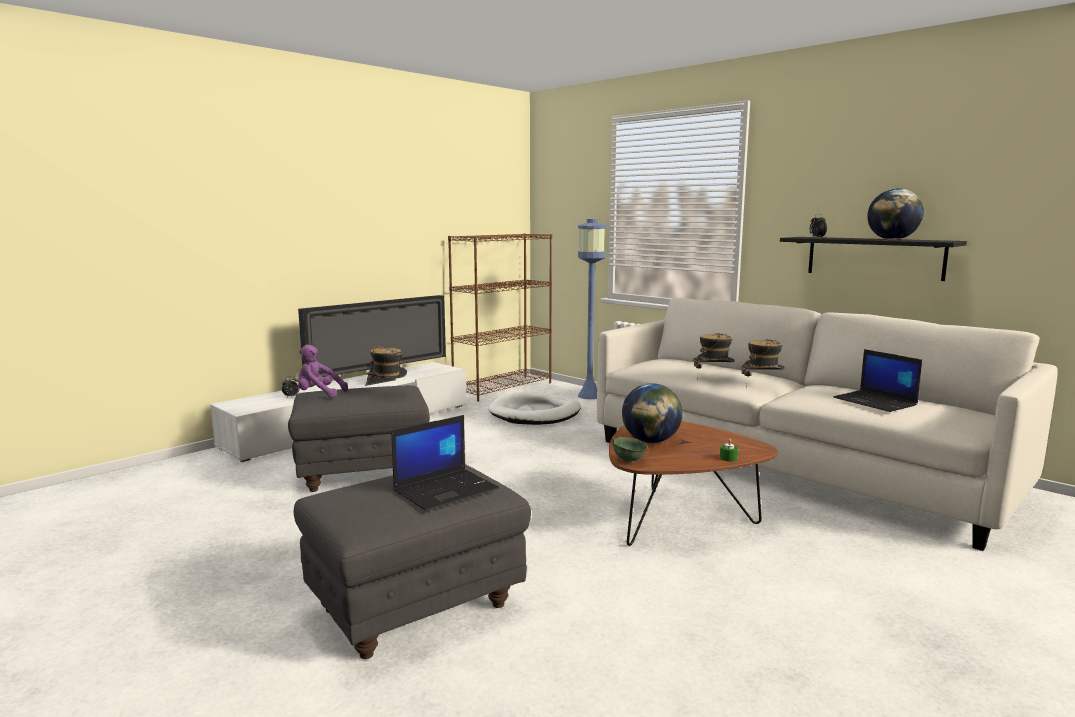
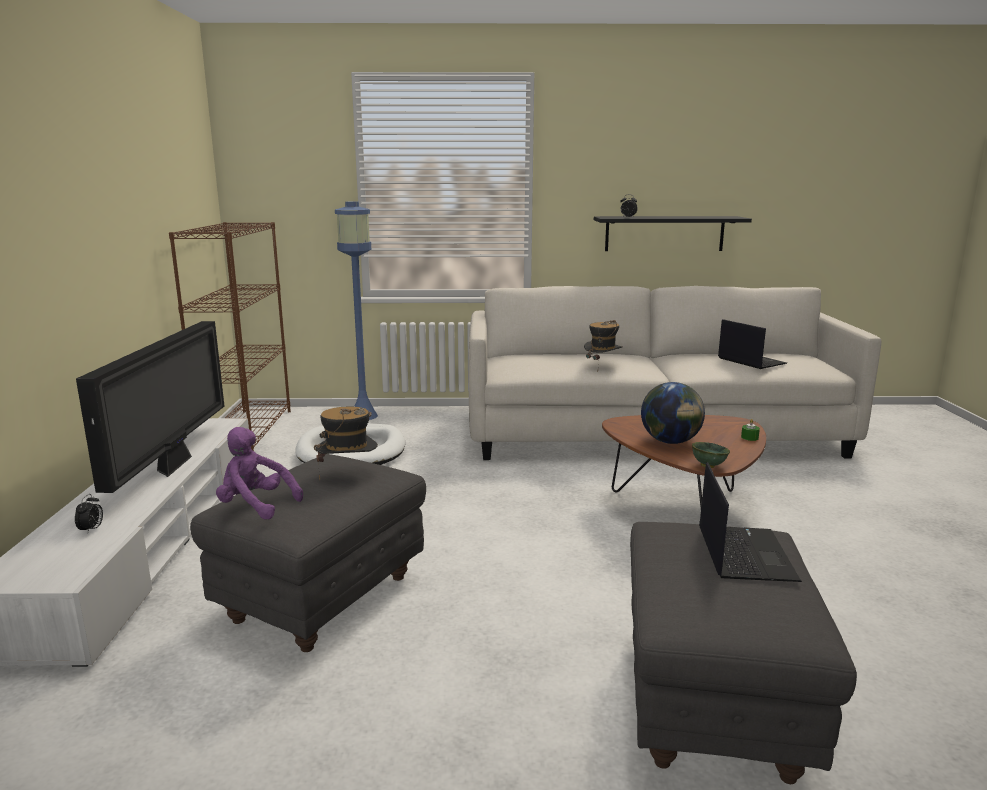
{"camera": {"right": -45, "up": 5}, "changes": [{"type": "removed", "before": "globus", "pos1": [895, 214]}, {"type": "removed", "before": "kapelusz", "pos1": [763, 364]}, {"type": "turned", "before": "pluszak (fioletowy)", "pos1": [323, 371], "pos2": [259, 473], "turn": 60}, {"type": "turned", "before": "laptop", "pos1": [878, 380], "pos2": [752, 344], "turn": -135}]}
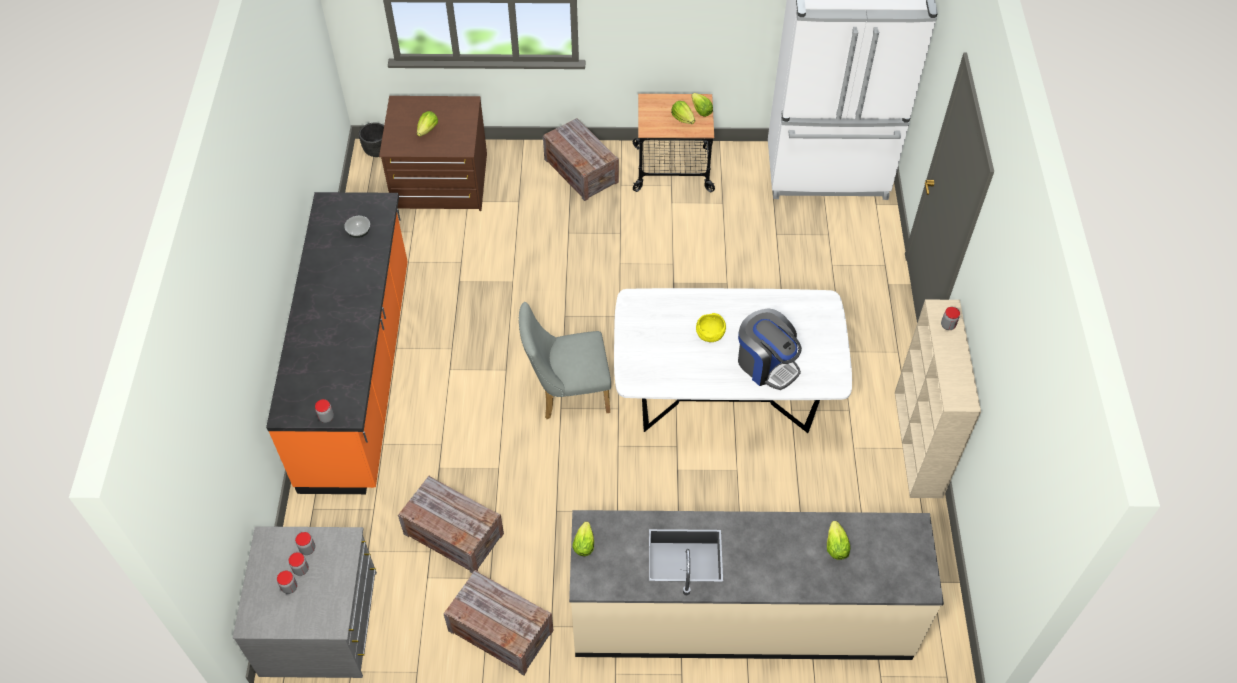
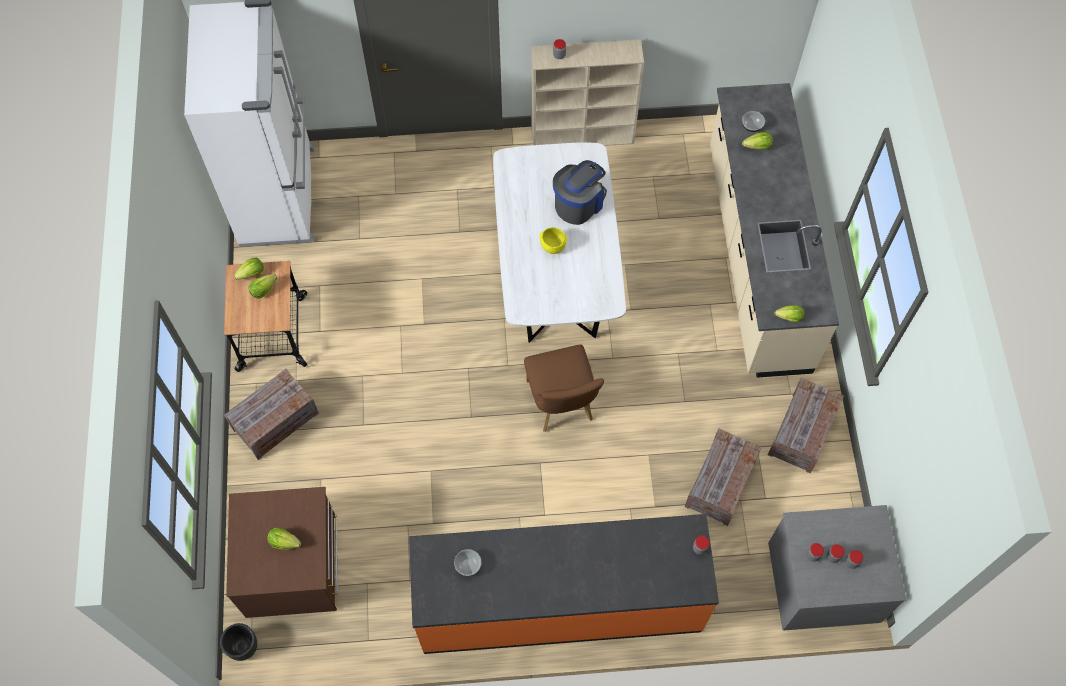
{"camera": {"right": -95, "up": 10}, "changes": [{"type": "recoloured", "before": "krzesło (szary)", "after": "krzesło (brązowy)", "pos1": [565, 361], "pos2": [564, 388]}, {"type": "added", "after": "miska", "pos2": [753, 121]}]}
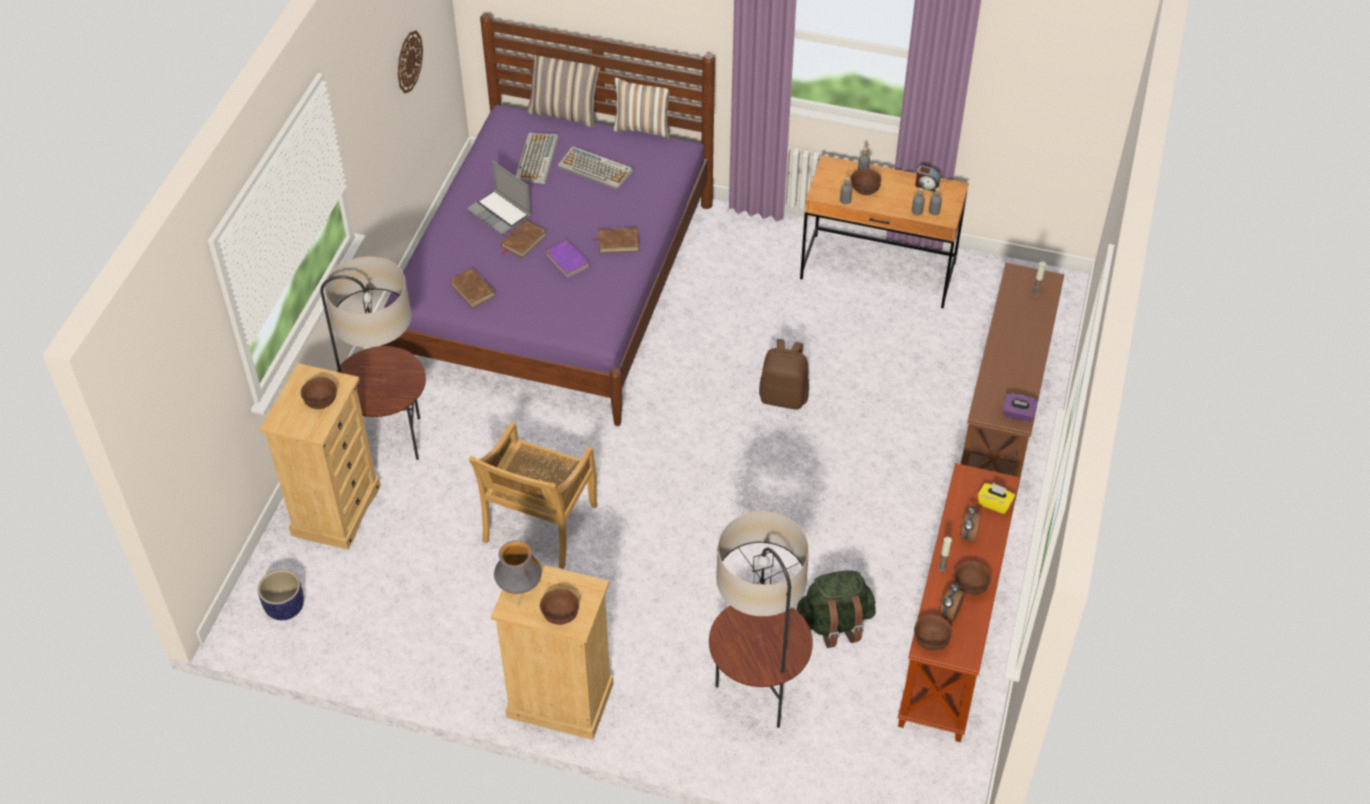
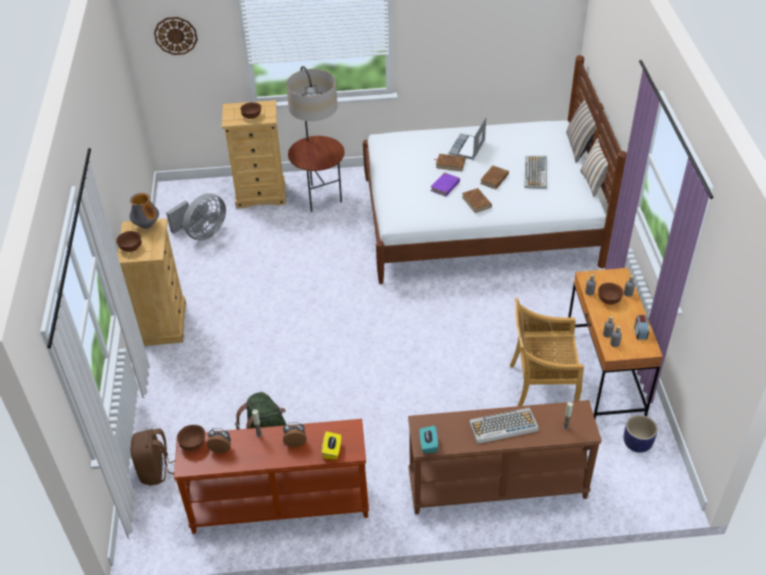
{"camera": {"right": 70, "up": -5}, "changes": [{"type": "recoloured", "before": "łóżko (fioletowy)", "after": "łóżko (biały)", "pos1": [548, 219], "pos2": [495, 169]}, {"type": "moved", "before": "zegar ścienny", "pos1": [410, 62], "pos2": [176, 36]}, {"type": "moved", "before": "klawiatura", "pos1": [536, 158], "pos2": [504, 426]}, {"type": "moved", "before": "książka (brązowy)", "pos1": [472, 288], "pos2": [494, 177]}, {"type": "moved", "before": "plecak (brązowy)", "pos1": [784, 374], "pos2": [152, 457]}, {"type": "recoloured", "before": "pudełko chusteczek (fioletowy)", "after": "pudełko chusteczek (turkusowy)", "pos1": [1020, 407], "pos2": [428, 439]}, {"type": "moved", "before": "krzesło (beżowy)", "pos1": [533, 495], "pos2": [547, 351]}, {"type": "removed", "before": "lampa stojąca", "pos1": [761, 619]}, {"type": "removed", "before": "miska (brązowy)", "pos1": [972, 578]}, {"type": "moved", "before": "donica", "pos1": [281, 595], "pos2": [640, 434]}, {"type": "added", "after": "wentylator (szary)", "pos2": [196, 217]}]}
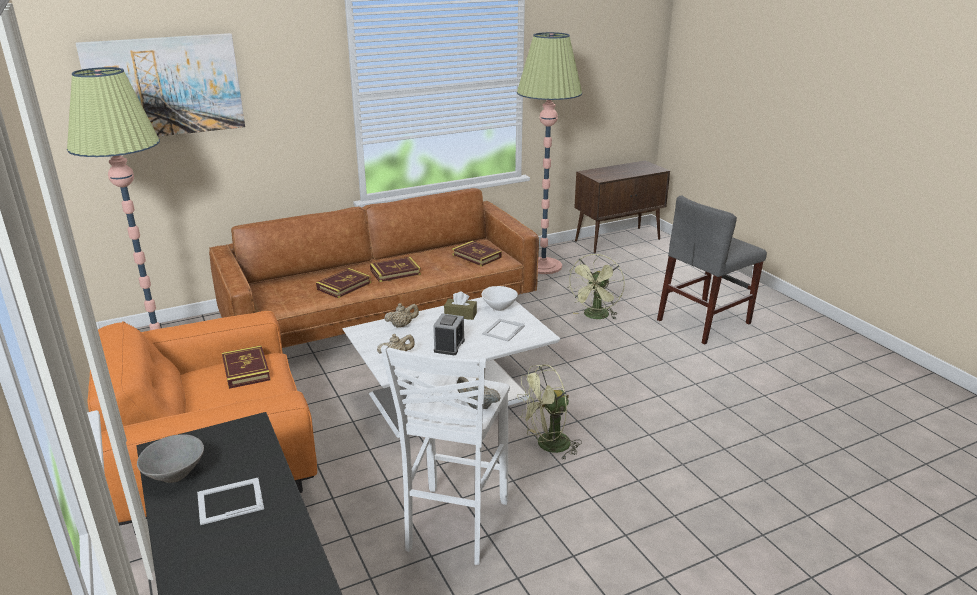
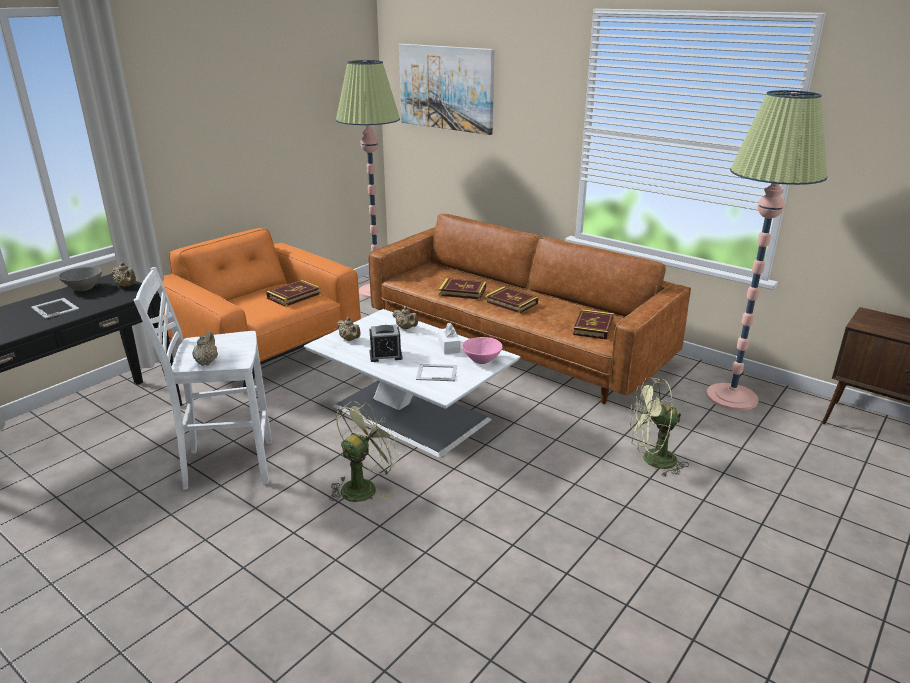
{"camera": {"right": 65, "up": 0}, "changes": [{"type": "removed", "before": "krzesło (szary)", "pos1": [712, 270]}, {"type": "recoloured", "before": "miska (biały)", "after": "miska (różowy)", "pos1": [500, 298], "pos2": [482, 350]}, {"type": "recoloured", "before": "pudełko chusteczek (brązowy)", "after": "pudełko chusteczek (biały)", "pos1": [460, 305], "pos2": [449, 338]}, {"type": "turned", "before": "wentylator (zielony)", "pos1": [549, 413], "pos2": [366, 451], "turn": 90}, {"type": "added", "after": "imbryk (beżowy)", "pos2": [124, 274]}]}
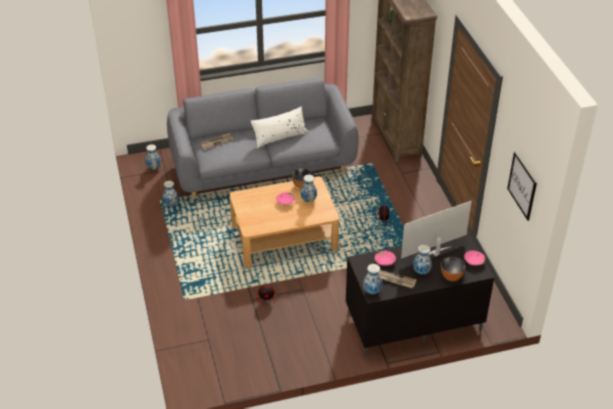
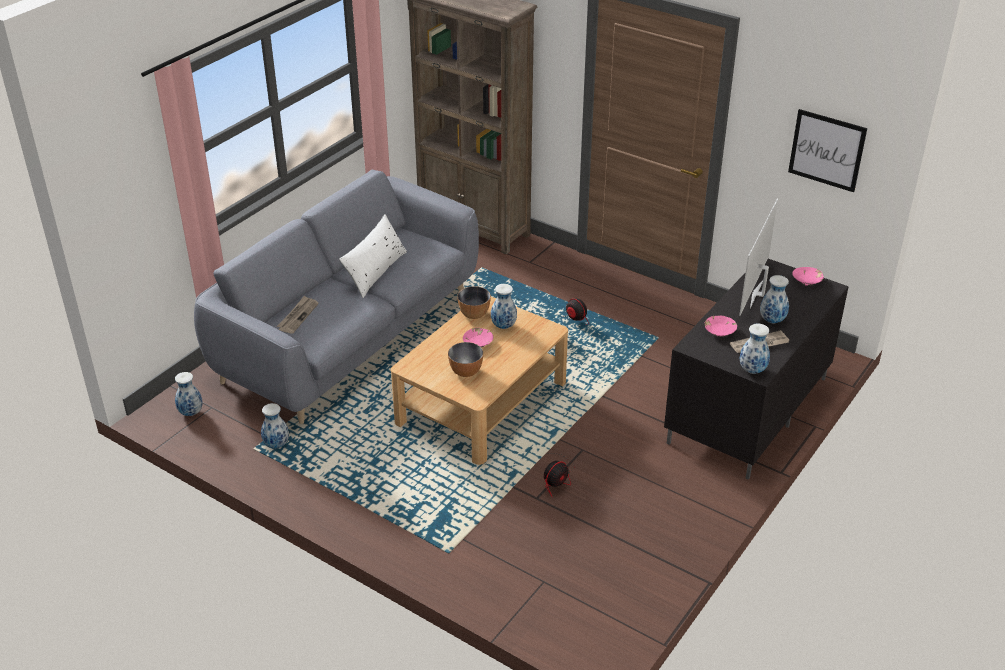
{"camera": {"right": -40, "up": -5}, "changes": [{"type": "moved", "before": "miska", "pos1": [453, 269], "pos2": [465, 359]}]}
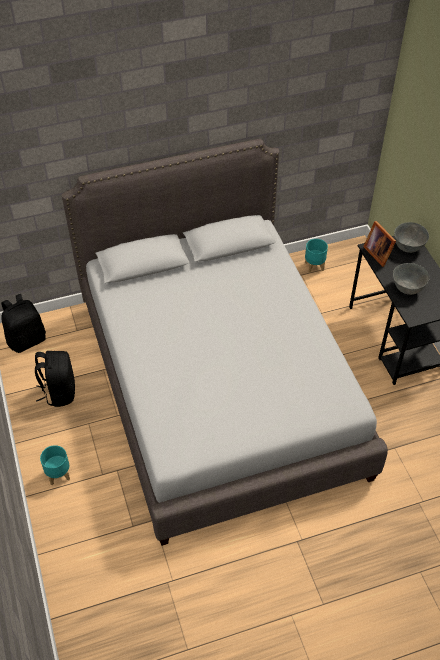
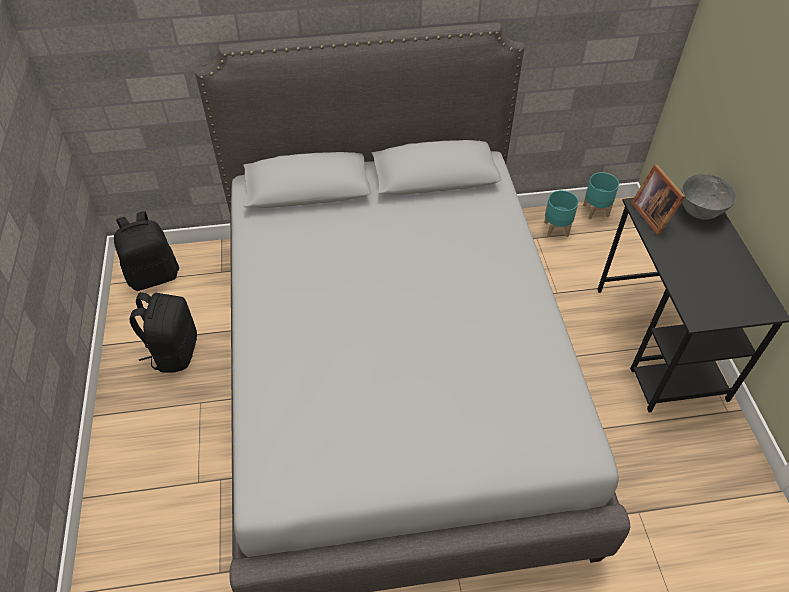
{"camera": {"right": 10, "up": 0}, "changes": [{"type": "removed", "before": "miska (szary)", "pos1": [411, 279]}, {"type": "moved", "before": "donica (turkusowy)", "pos1": [55, 465], "pos2": [601, 195]}]}
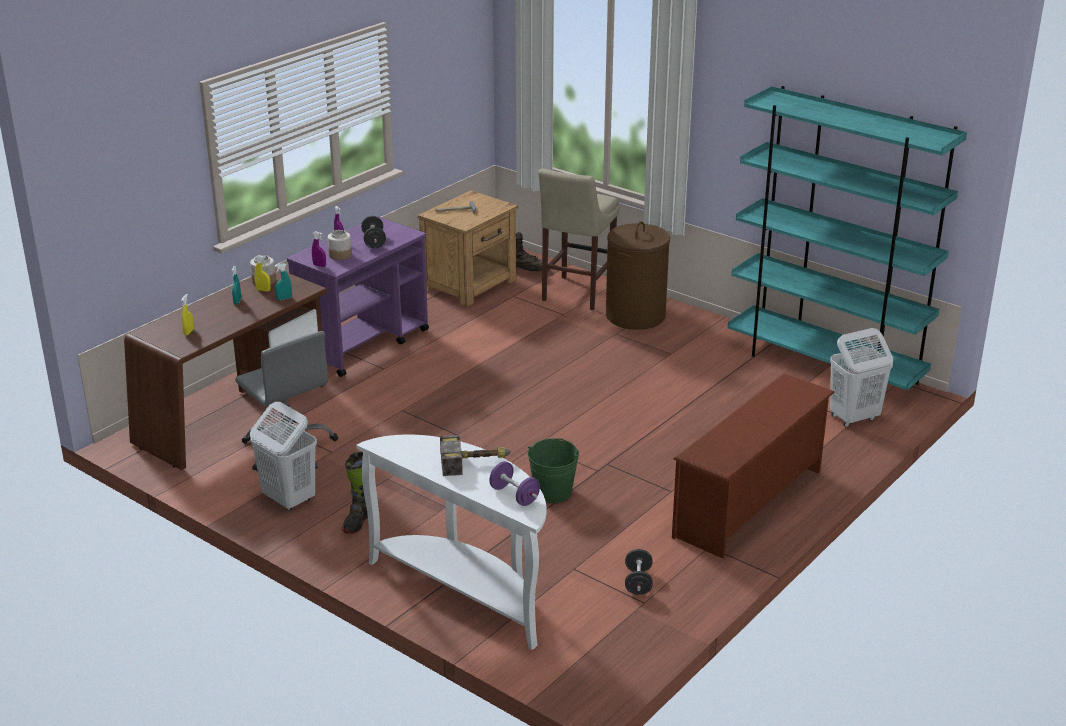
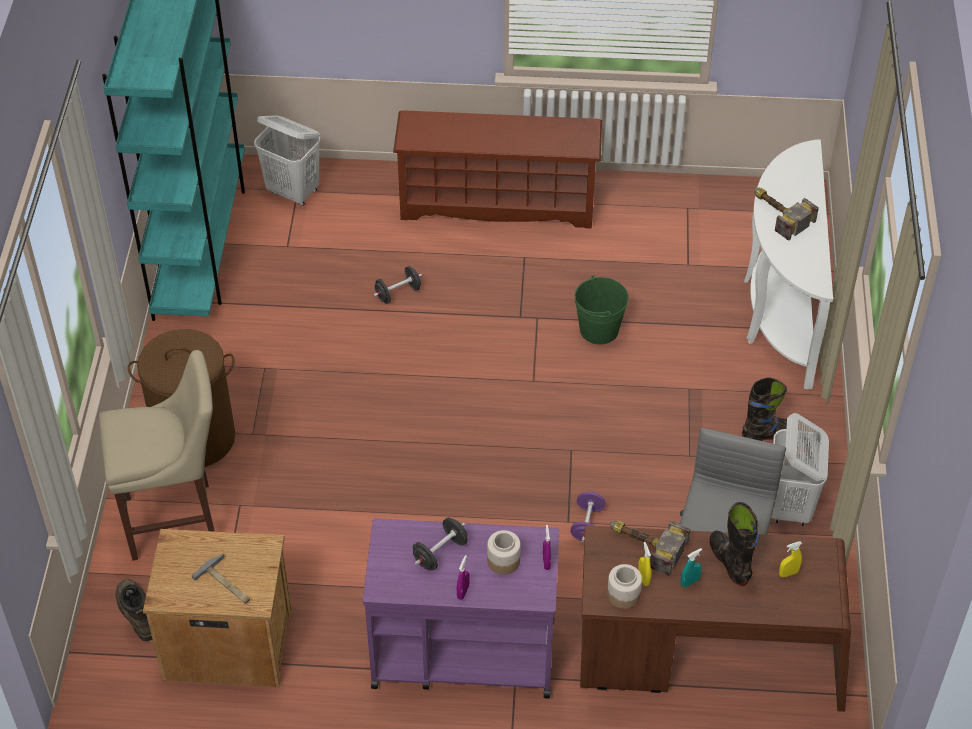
{"camera": {"right": -125, "up": 20}, "changes": [{"type": "replaced", "before": "spryskiwacz (turkusowy)", "after": "młotek", "pos1": [283, 281], "pos2": [650, 548]}, {"type": "moved", "before": "hantel (fioletowy)", "pos1": [514, 483], "pos2": [587, 517]}, {"type": "moved", "before": "hantel (czarny)", "pos1": [639, 572], "pos2": [397, 285]}, {"type": "added", "after": "but z cholewką (czarny)", "pos2": [734, 544]}]}
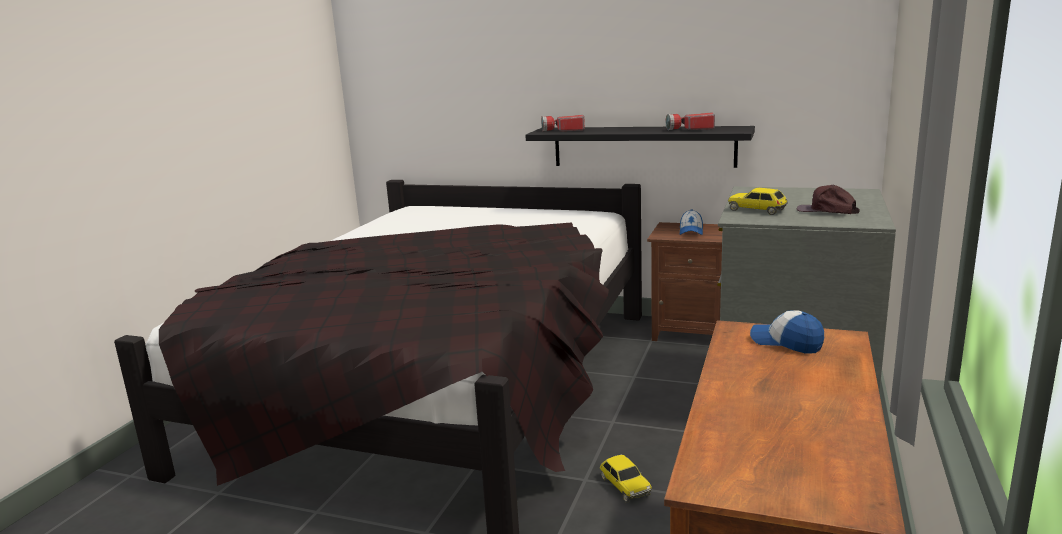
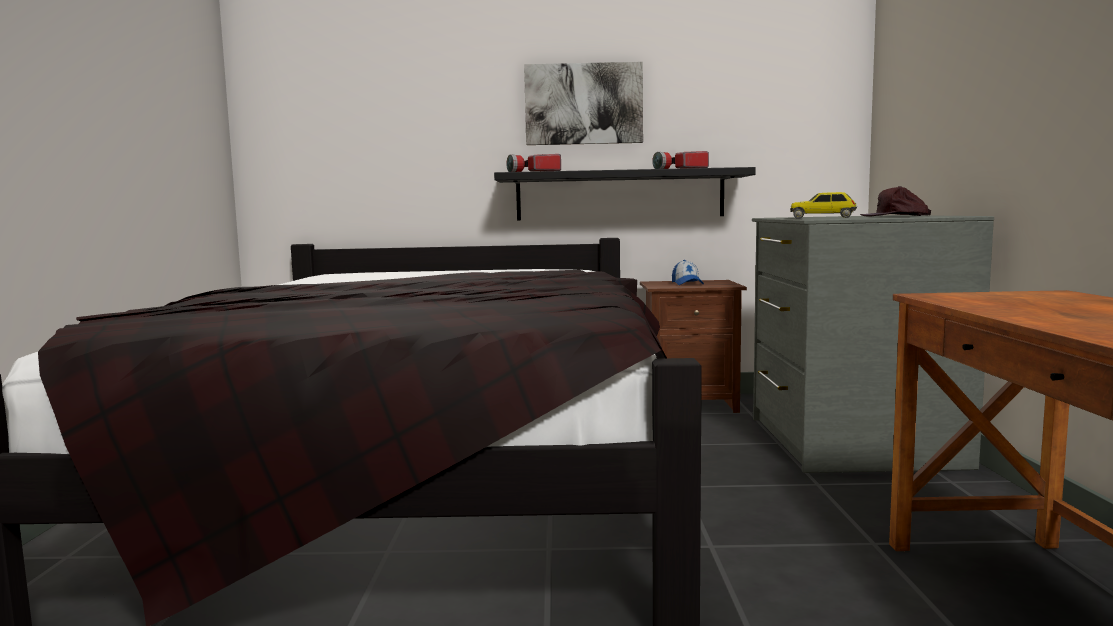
{"camera": {"right": -20, "up": -10}, "changes": [{"type": "removed", "before": "czapka z daszkiem", "pos1": [787, 332]}, {"type": "removed", "before": "samochodzik", "pos1": [626, 479]}, {"type": "added", "after": "obraz", "pos2": [583, 103]}]}
